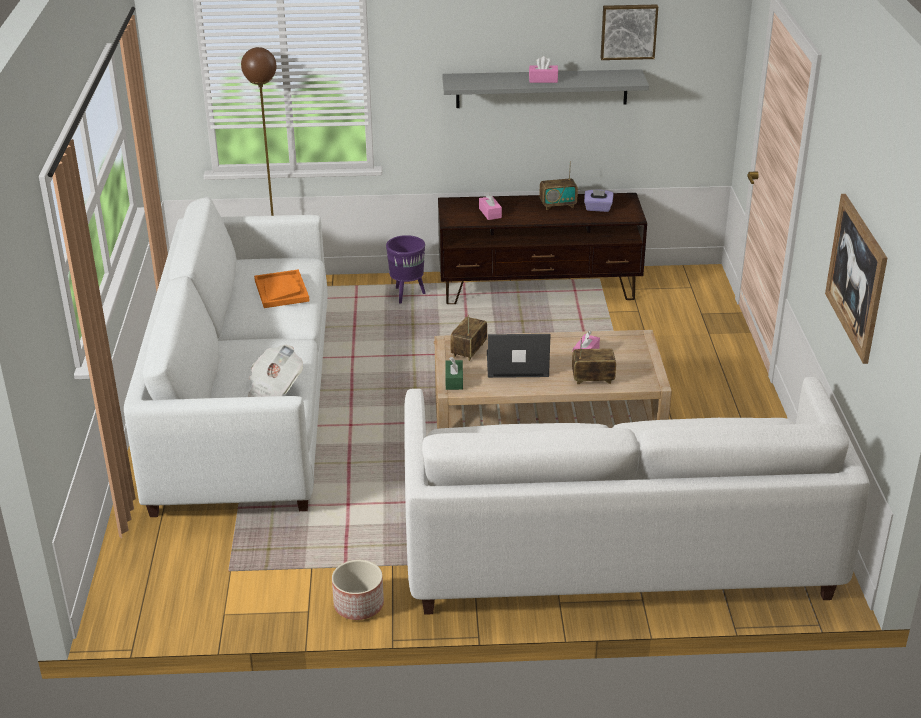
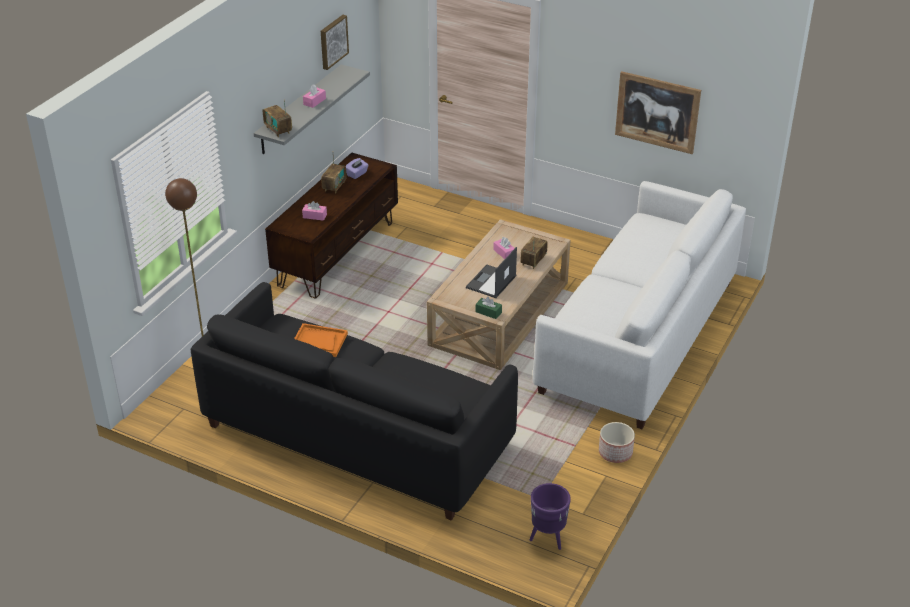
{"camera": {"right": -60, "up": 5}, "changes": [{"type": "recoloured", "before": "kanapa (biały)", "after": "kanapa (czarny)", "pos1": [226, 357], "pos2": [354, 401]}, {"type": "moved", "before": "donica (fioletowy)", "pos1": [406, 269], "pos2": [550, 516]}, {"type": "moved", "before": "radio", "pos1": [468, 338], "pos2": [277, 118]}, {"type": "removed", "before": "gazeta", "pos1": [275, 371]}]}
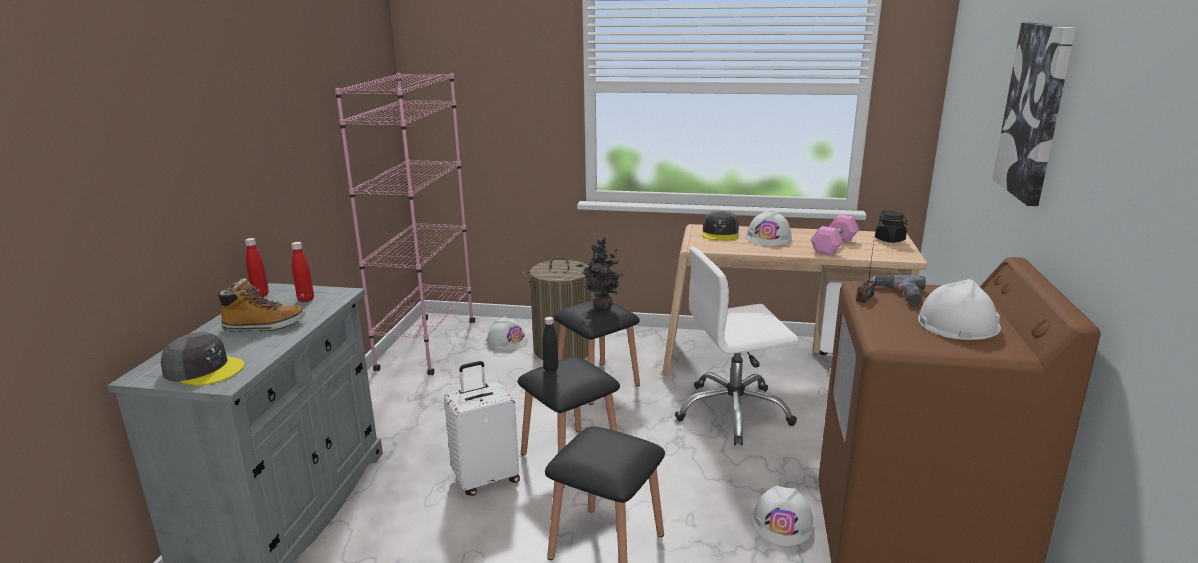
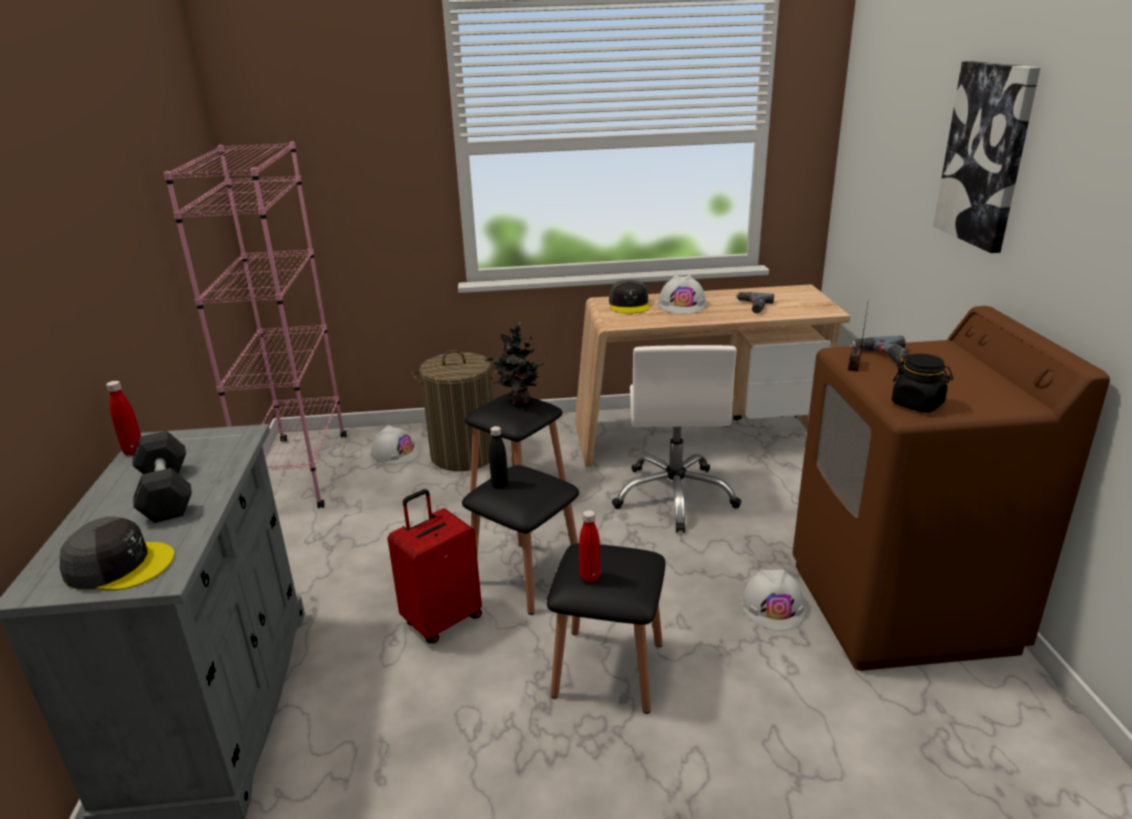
{"camera": {"right": -15, "up": 5}, "changes": [{"type": "moved", "before": "słoik (czarny)", "pos1": [891, 227], "pos2": [922, 383]}, {"type": "replaced", "before": "hantel (różowy)", "after": "wiertarka", "pos1": [834, 235], "pos2": [755, 302]}, {"type": "moved", "before": "butelka (czerwony)", "pos1": [302, 272], "pos2": [589, 546]}, {"type": "turned", "before": "krzesło biurowe (biały)", "pos1": [737, 346], "pos2": [676, 439], "turn": -60}, {"type": "replaced", "before": "but z cholewką", "after": "hantel (szary)", "pos1": [260, 305], "pos2": [162, 477]}, {"type": "removed", "before": "kask (biały)", "pos1": [959, 309]}, {"type": "recoloured", "before": "walizka (biały)", "after": "walizka (czerwony)", "pos1": [482, 428], "pos2": [434, 566]}]}
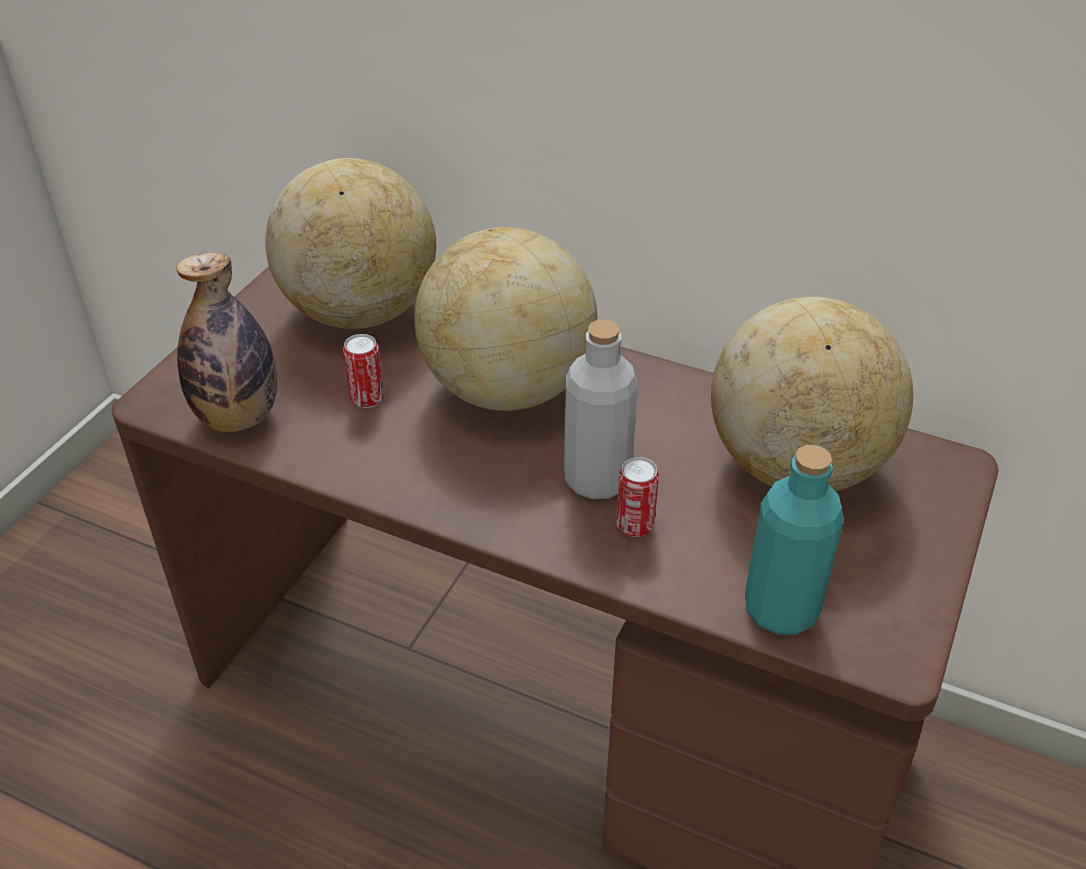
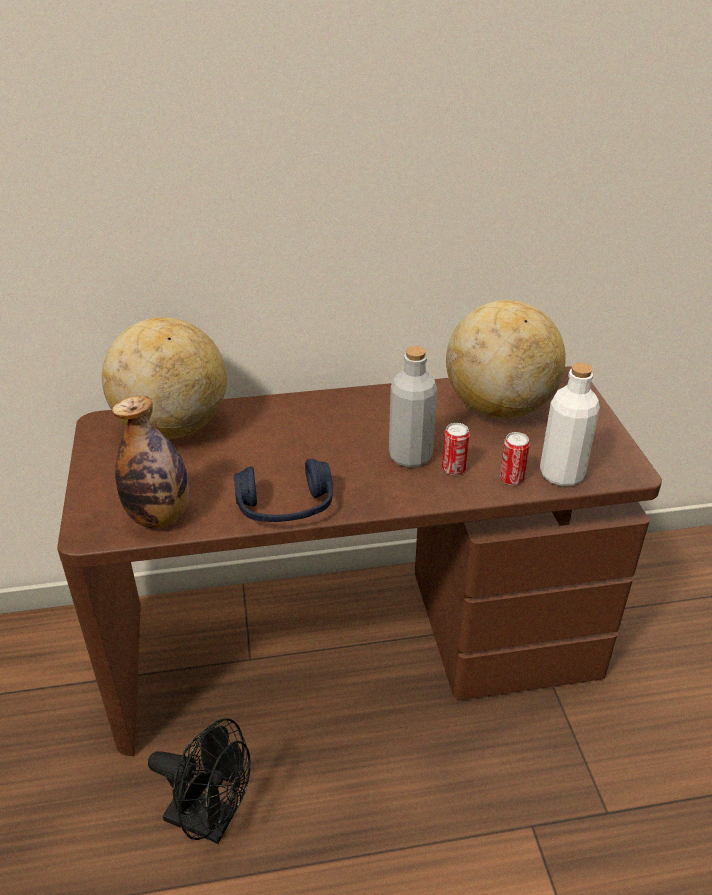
{"camera": {"right": -35, "up": -5}, "changes": [{"type": "removed", "before": "globus", "pos1": [505, 319]}, {"type": "moved", "before": "puszka", "pos1": [363, 371], "pos2": [515, 458]}, {"type": "recoloured", "before": "butelka (turkusowy)", "after": "butelka (biały)", "pos1": [794, 540], "pos2": [570, 424]}, {"type": "added", "after": "słuchawki (niebieski)", "pos2": [283, 490]}, {"type": "added", "after": "wentylator (czarny)", "pos2": [199, 781]}]}
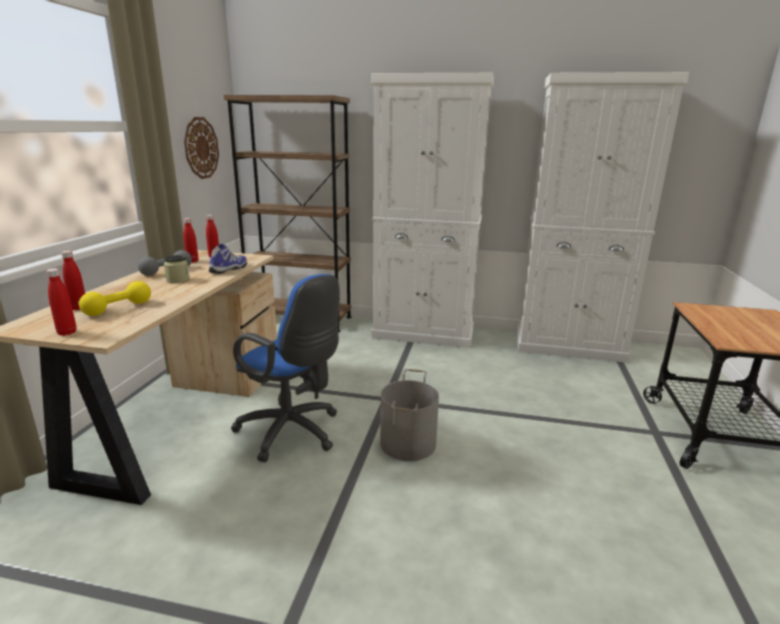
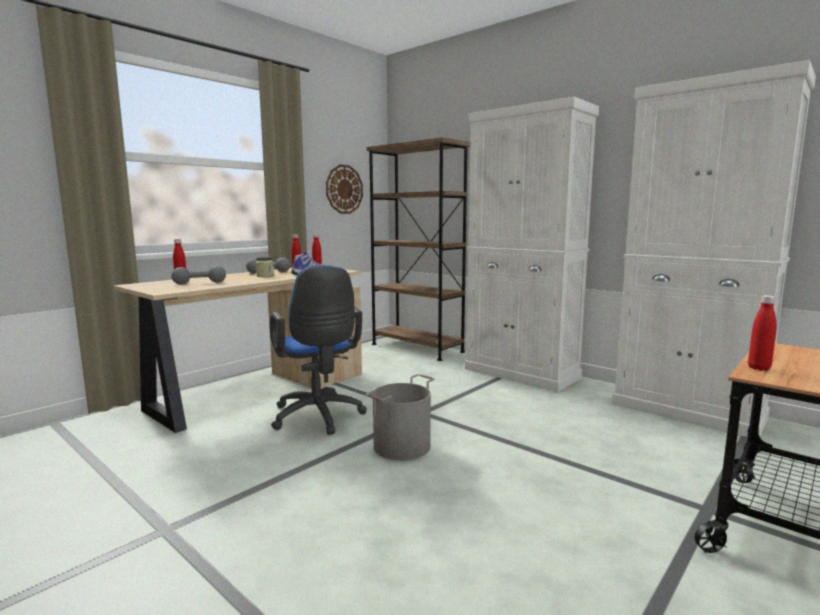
{"camera": {"right": 30, "up": -10}, "changes": [{"type": "moved", "before": "butelka (czerwony)", "pos1": [61, 302], "pos2": [762, 333]}, {"type": "recoloured", "before": "hantel (żółty)", "after": "hantel (szary)", "pos1": [115, 298], "pos2": [198, 275]}]}
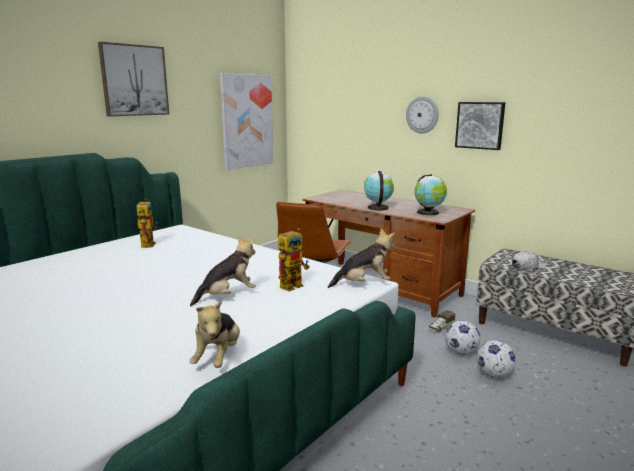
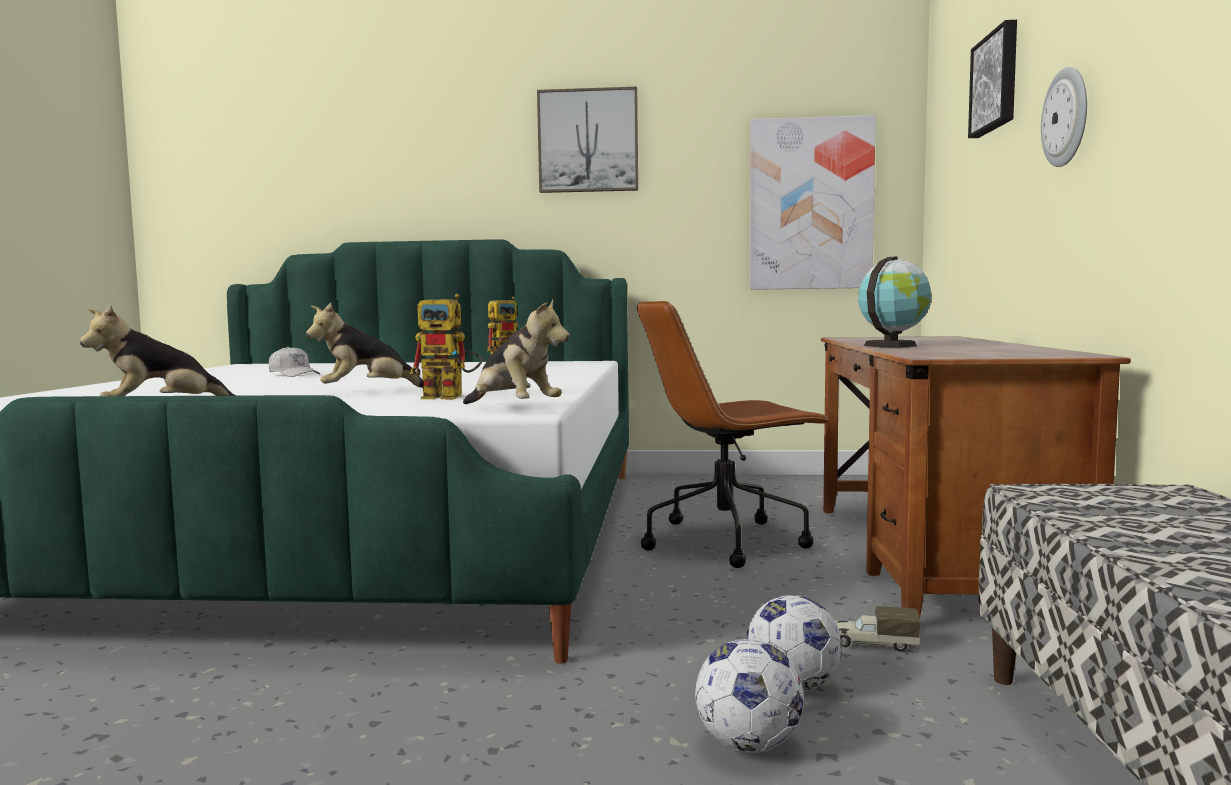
{"camera": {"right": 55, "up": -10}, "changes": [{"type": "moved", "before": "obraz", "pos1": [480, 126], "pos2": [992, 79]}, {"type": "removed", "before": "globus", "pos1": [430, 194]}, {"type": "turned", "before": "pluszak", "pos1": [223, 270], "pos2": [364, 345], "turn": 135}, {"type": "moved", "before": "czapka z daszkiem (biały)", "pos1": [529, 260], "pos2": [294, 361]}]}
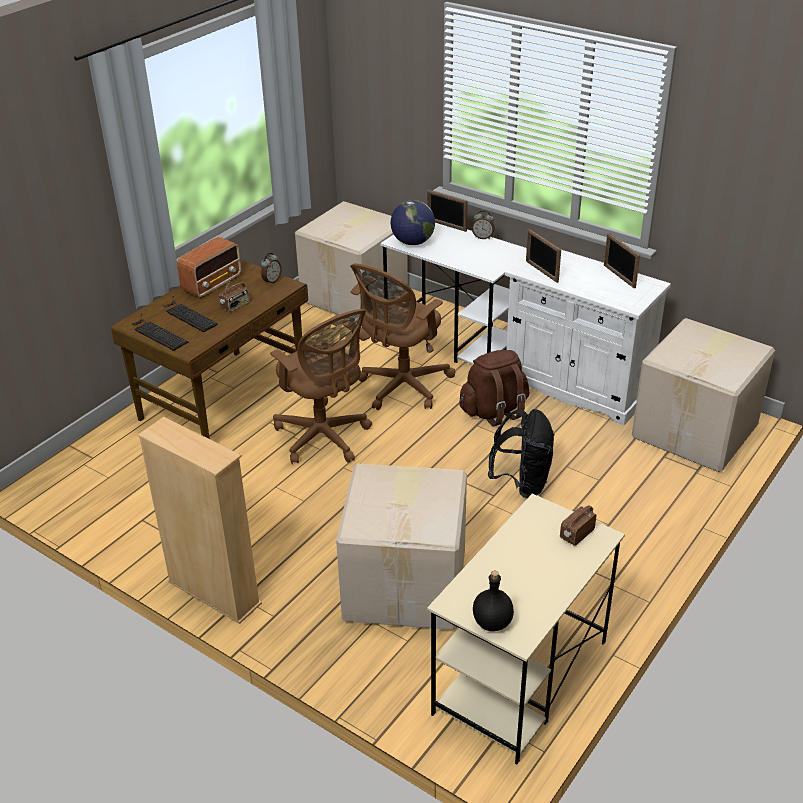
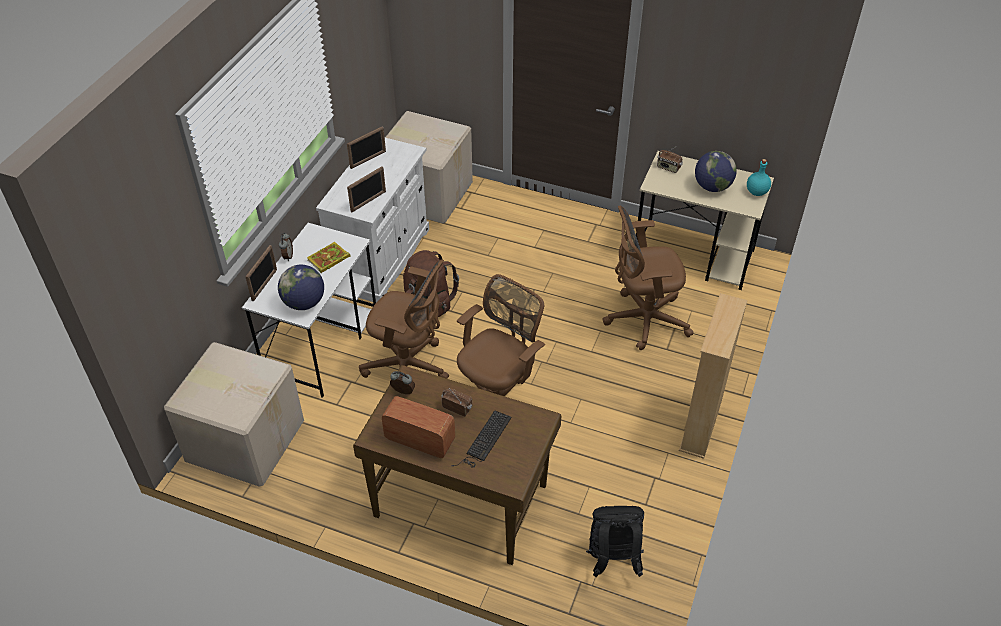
{"camera": {"right": -105, "up": 10}, "changes": [{"type": "removed", "before": "klawiatura", "pos1": [160, 332]}, {"type": "moved", "before": "plecak (czarny)", "pos1": [521, 453], "pos2": [615, 541]}, {"type": "replaced", "before": "karton", "after": "krzesło biurowe (brązowy)", "pos1": [401, 546], "pos2": [648, 278]}, {"type": "recoloured", "before": "butelka (czarny)", "after": "butelka (turkusowy)", "pos1": [493, 601], "pos2": [759, 177]}, {"type": "added", "after": "globus", "pos2": [716, 171]}, {"type": "added", "after": "książka", "pos2": [328, 257]}]}
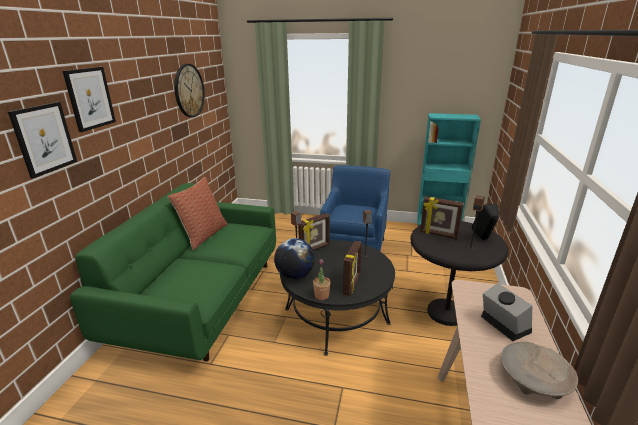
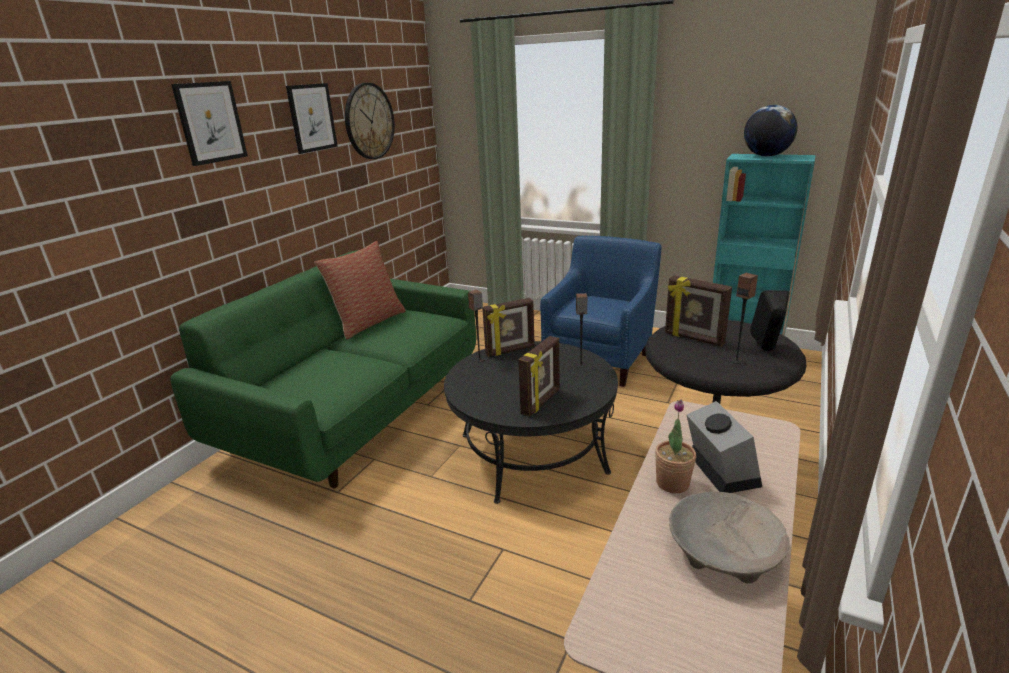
{"camera": {"right": 15, "up": 0}, "changes": [{"type": "moved", "before": "obraz", "pos1": [42, 140], "pos2": [312, 118]}, {"type": "moved", "before": "globus", "pos1": [294, 258], "pos2": [770, 131]}, {"type": "moved", "before": "roślina doniczkowa", "pos1": [322, 279], "pos2": [675, 446]}]}
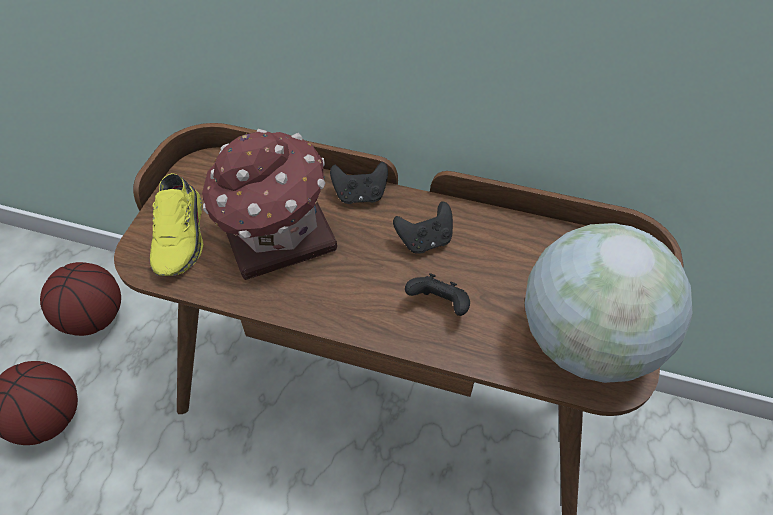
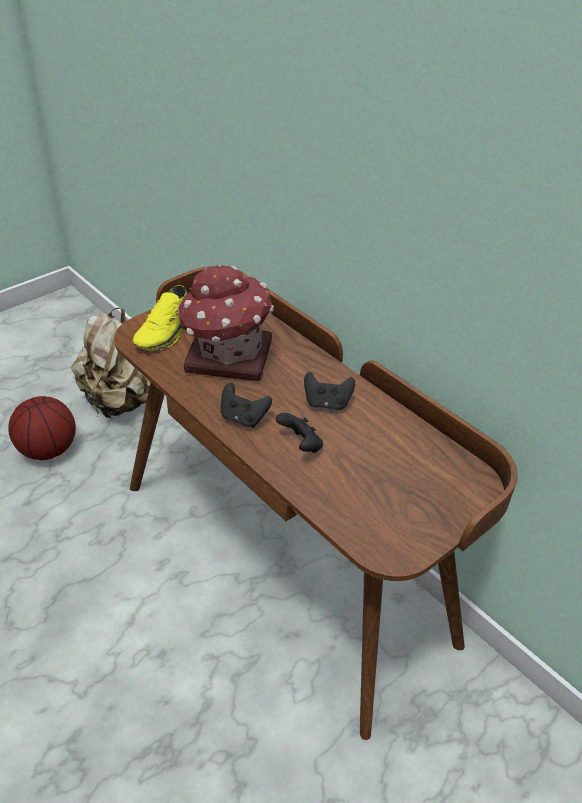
{"camera": {"right": 30, "up": -10}, "changes": [{"type": "moved", "before": "pad do gier (czarny)", "pos1": [359, 183], "pos2": [246, 405]}, {"type": "removed", "before": "globus", "pos1": [608, 303]}, {"type": "replaced", "before": "piłka do koszykówki", "after": "plecak (beżowy)", "pos1": [80, 299], "pos2": [110, 363]}]}
